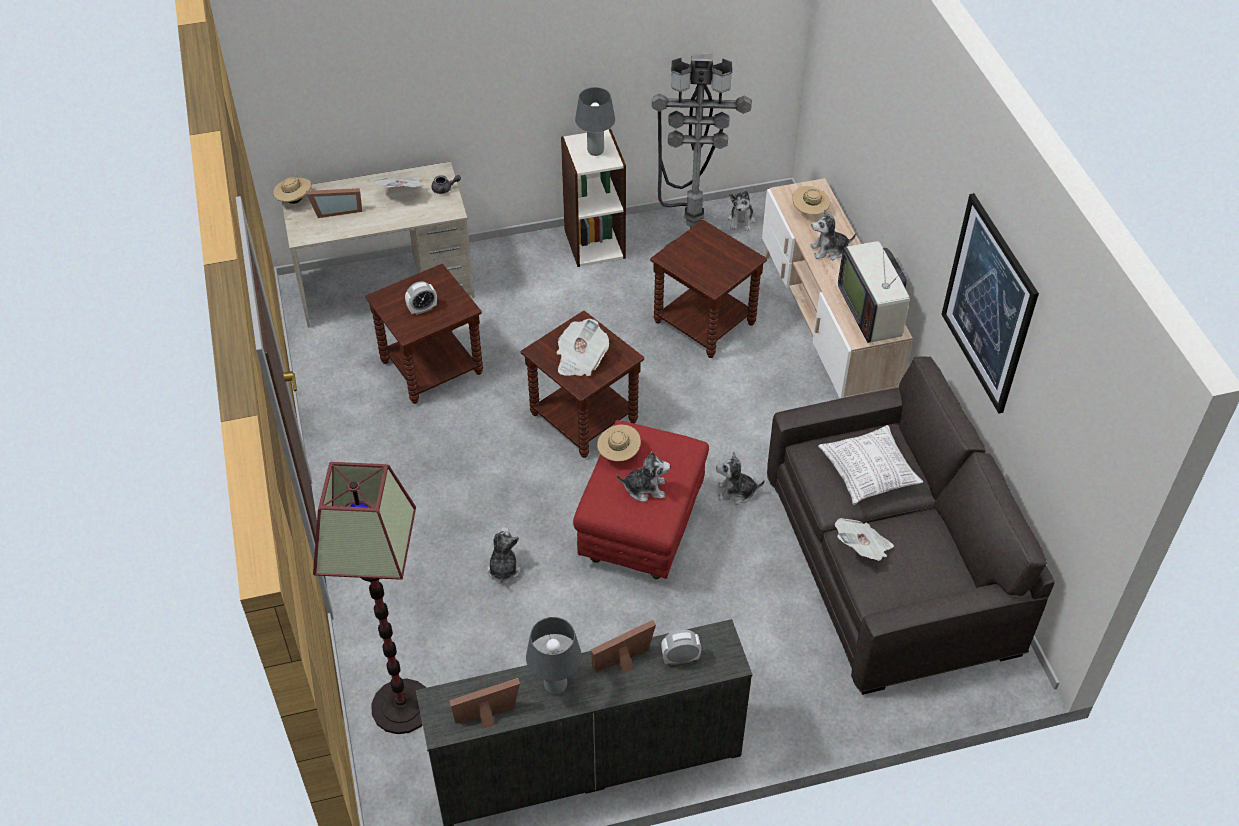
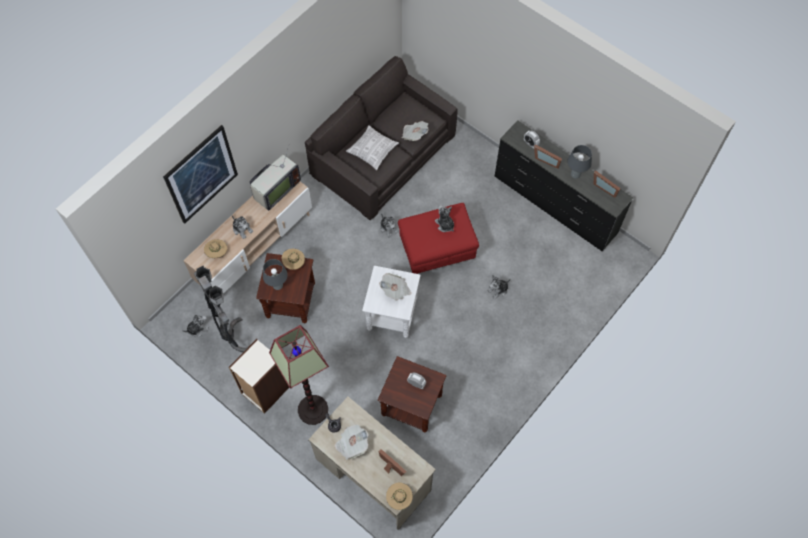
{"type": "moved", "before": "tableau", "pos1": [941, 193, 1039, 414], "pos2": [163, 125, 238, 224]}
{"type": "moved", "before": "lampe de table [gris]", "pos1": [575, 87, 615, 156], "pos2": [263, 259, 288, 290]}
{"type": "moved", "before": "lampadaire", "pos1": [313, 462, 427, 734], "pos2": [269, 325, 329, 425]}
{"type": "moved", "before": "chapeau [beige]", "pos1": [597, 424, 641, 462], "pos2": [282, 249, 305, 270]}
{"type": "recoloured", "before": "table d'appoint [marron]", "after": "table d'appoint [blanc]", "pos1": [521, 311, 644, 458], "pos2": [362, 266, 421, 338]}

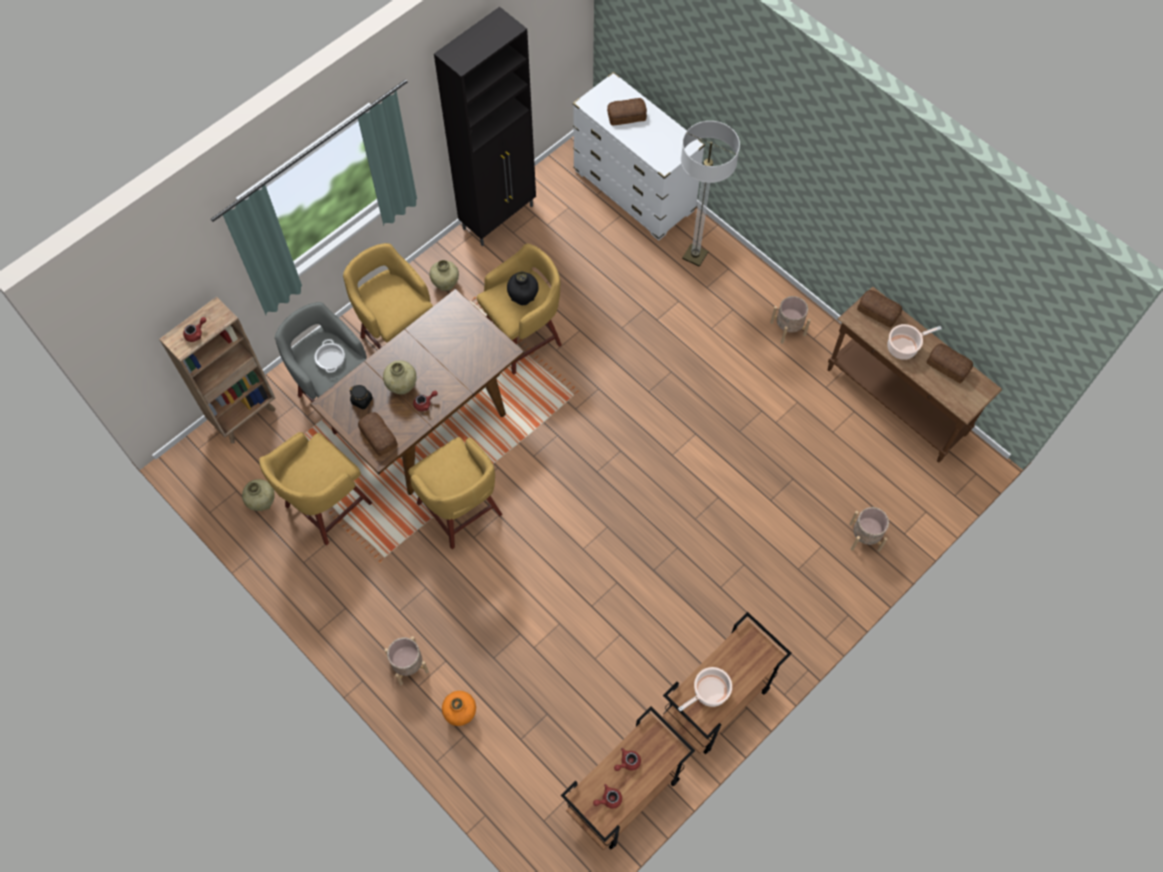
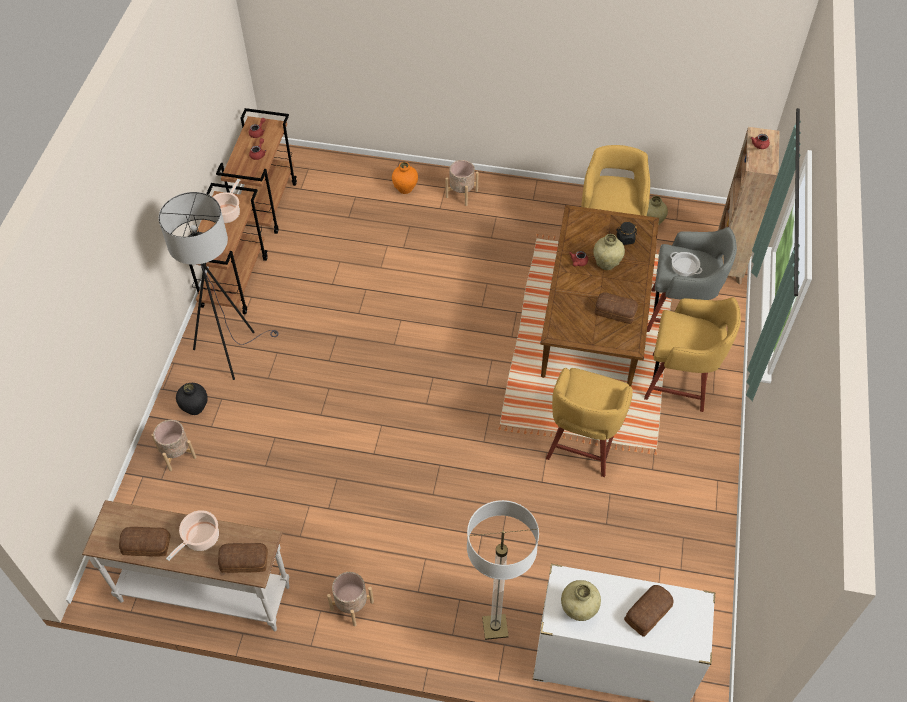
{"type": "recoloured", "before": "table console [marron]", "after": "table console [blanc]", "pos1": [828, 287, 1002, 462], "pos2": [82, 500, 289, 631]}
{"type": "added", "after": "lampadaire [gris]", "pos2": [159, 192, 279, 380]}
{"type": "moved", "before": "vase [noir]", "pos1": [507, 272, 538, 305], "pos2": [176, 383, 208, 415]}
{"type": "moved", "before": "vase [beige]", "pos1": [429, 260, 459, 291], "pos2": [561, 580, 601, 621]}
{"type": "moved", "before": "pain", "pos1": [358, 412, 398, 457], "pos2": [594, 292, 638, 324]}
{"type": "removed", "before": "tabouret [jaune]", "pos1": [408, 437, 502, 549]}
{"type": "removed", "before": "meuble de rangement [noir]", "pos1": [434, 7, 536, 246]}

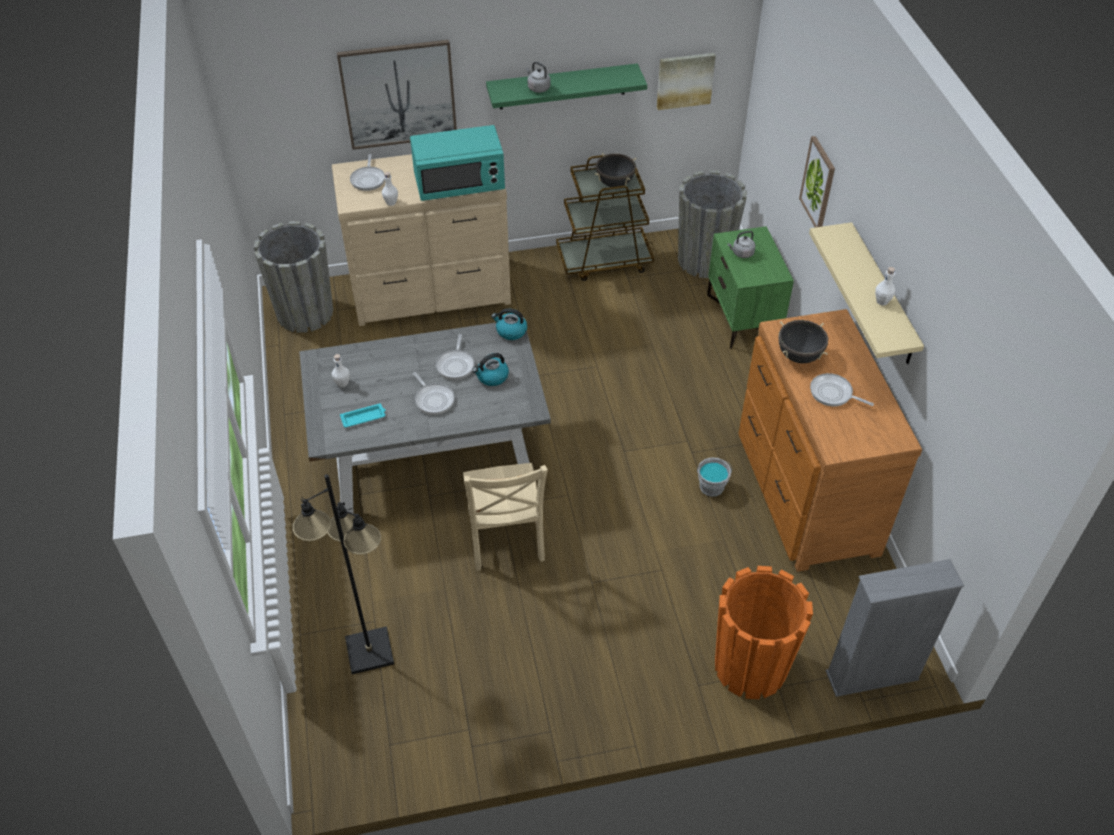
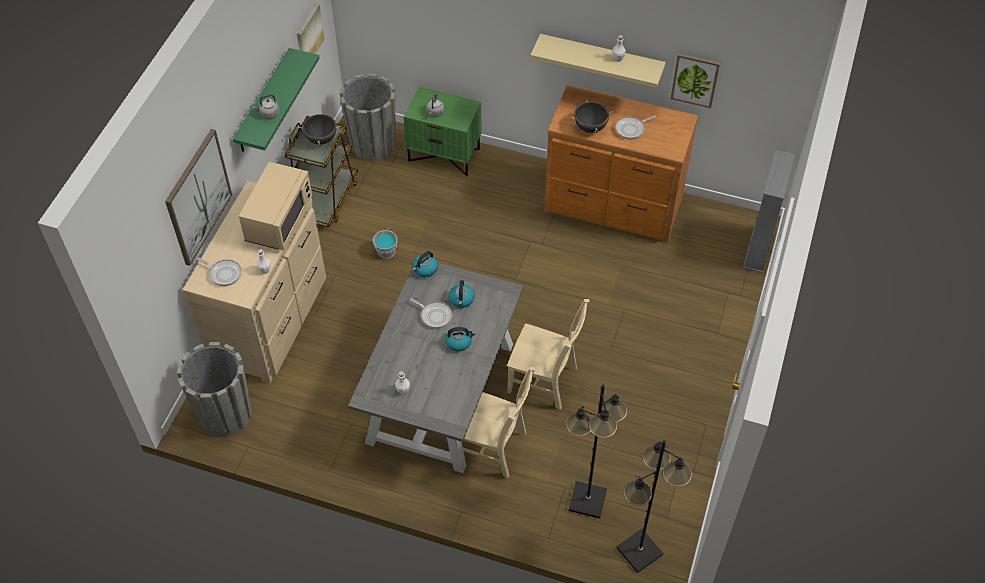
{"type": "recoloured", "before": "micro-ondes [turquoise]", "after": "micro-ondes [beige]", "pos1": [410, 125, 505, 201], "pos2": [239, 162, 312, 250]}
{"type": "moved", "before": "seau [gris]", "pos1": [697, 457, 732, 497], "pos2": [373, 227, 398, 259]}
{"type": "replaced", "before": "poêle", "after": "bouilloire", "pos1": [413, 372, 455, 415], "pos2": [445, 327, 476, 352]}
{"type": "added", "after": "chaise [beige]", "pos2": [463, 367, 535, 478]}
{"type": "added", "after": "lampadaire [noir]", "pos2": [616, 440, 692, 573]}
{"type": "moved", "before": "tableau", "pos1": [799, 136, 835, 227], "pos2": [671, 53, 720, 108]}
{"type": "removed", "before": "plateau [turquoise]", "pos1": [340, 404, 386, 427]}
{"type": "removed", "before": "cache-pot [orange]", "pos1": [715, 566, 813, 699]}

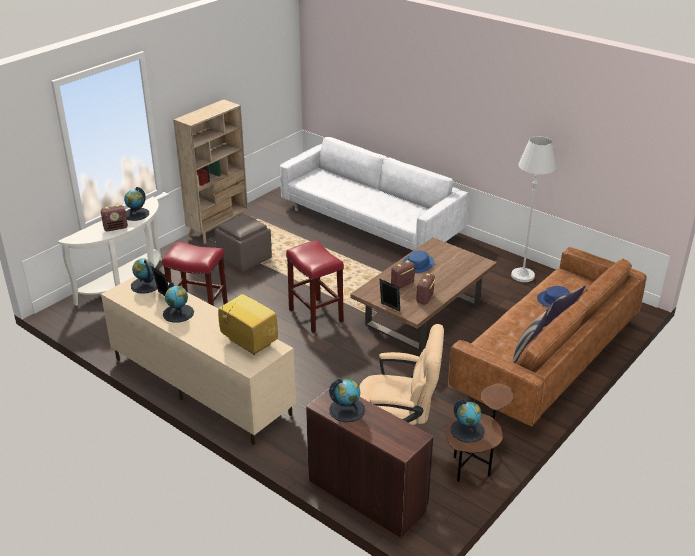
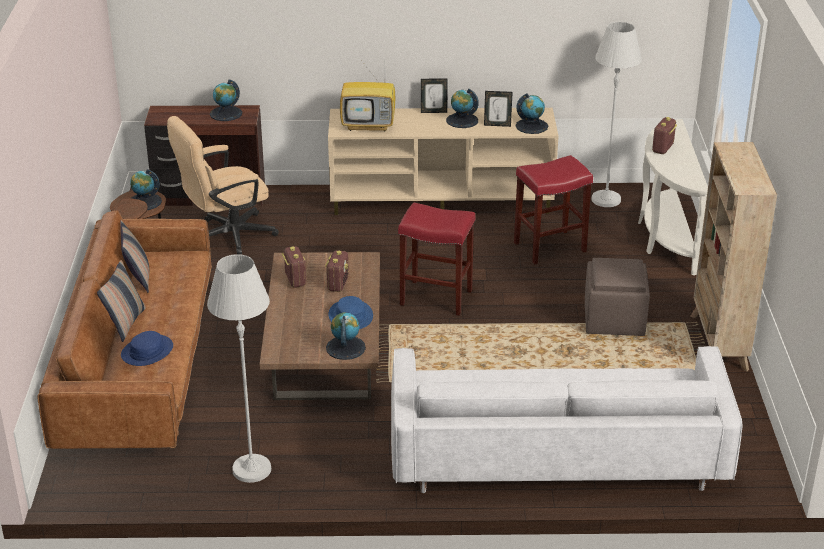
{"type": "moved", "before": "globe", "pos1": [124, 187, 149, 221], "pos2": [326, 312, 366, 360]}
{"type": "moved", "before": "cadre photo", "pos1": [380, 279, 400, 311], "pos2": [421, 78, 448, 113]}
{"type": "added", "after": "lampadaire [blanc]", "pos2": [591, 22, 642, 207]}

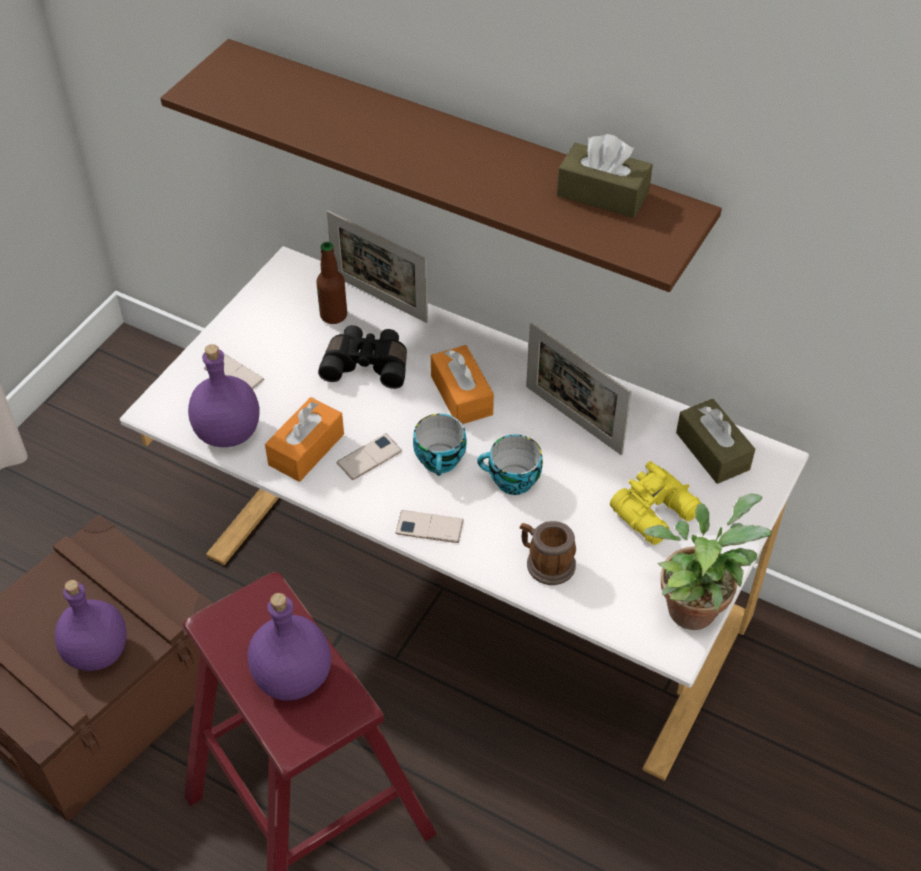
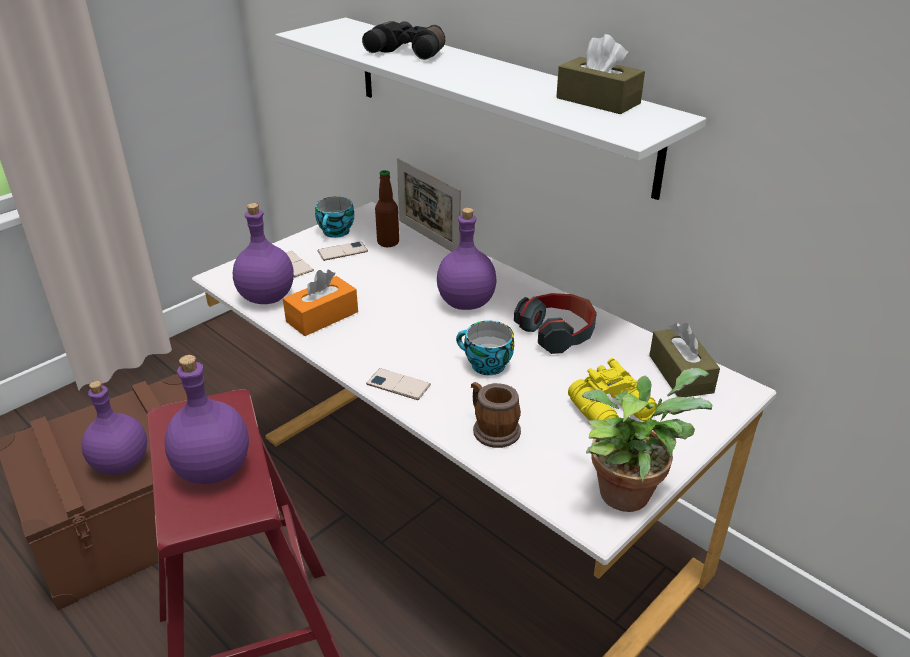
{"type": "recoloured", "before": "étagère [marron]", "after": "étagère [blanc]", "pos1": [160, 39, 722, 292], "pos2": [275, 17, 706, 200]}
{"type": "moved", "before": "tasse", "pos1": [413, 414, 467, 476], "pos2": [315, 197, 354, 238]}
{"type": "moved", "before": "téléphone", "pos1": [336, 434, 402, 480], "pos2": [317, 241, 368, 261]}
{"type": "moved", "before": "jumelles [noir]", "pos1": [318, 325, 407, 389], "pos2": [362, 21, 445, 60]}
{"type": "replaced", "before": "boîte à mouchoirs [orange]", "after": "bouteille [violet]", "pos1": [431, 345, 494, 424], "pos2": [437, 208, 497, 310]}
{"type": "replaced", "before": "cadre photo", "after": "casque audio", "pos1": [526, 322, 632, 455], "pos2": [514, 293, 597, 354]}

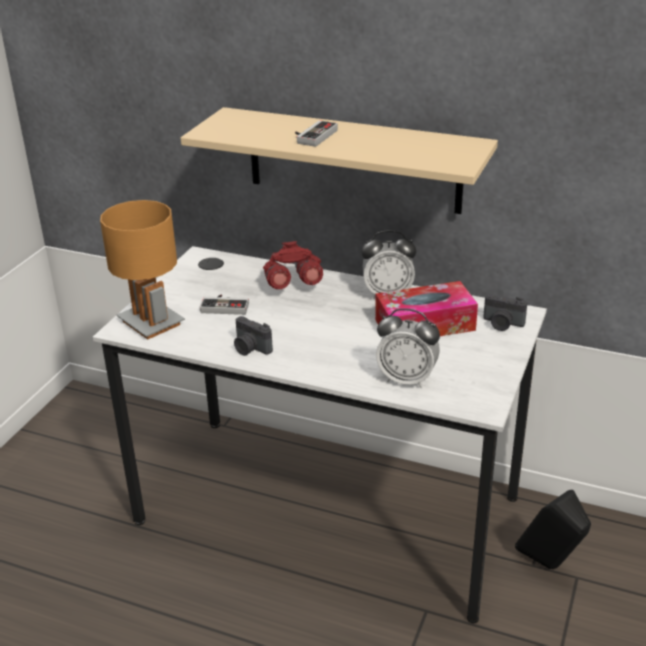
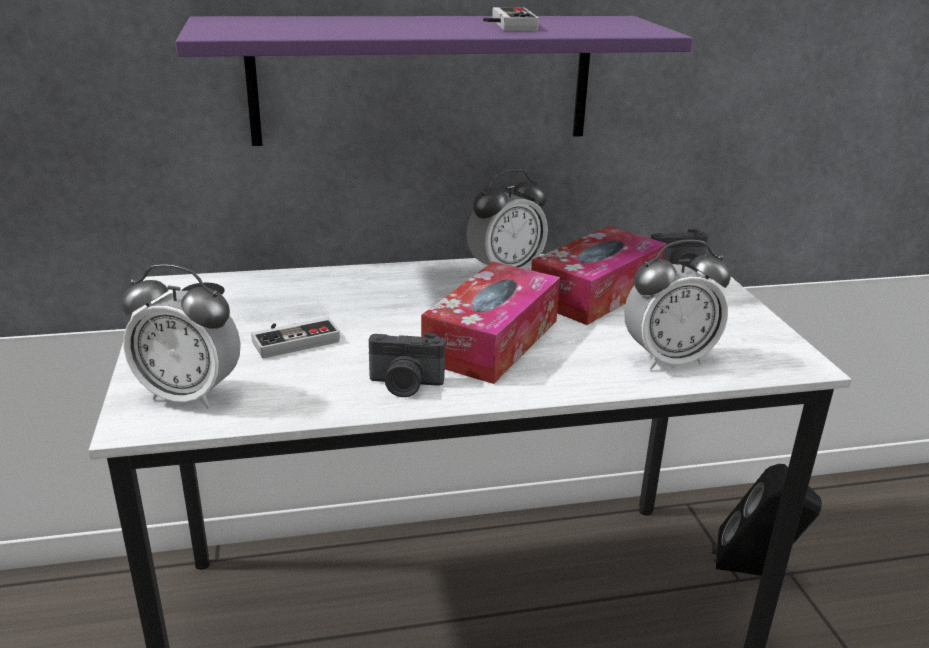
{"type": "replaced", "before": "lampe de table [marron]", "after": "réveil", "pos1": [100, 200, 185, 340], "pos2": [121, 264, 241, 409]}
{"type": "recoloured", "before": "étagère [beige]", "after": "étagère [violet]", "pos1": [181, 107, 498, 214], "pos2": [175, 16, 693, 146]}
{"type": "added", "after": "boîte à mouchoirs", "pos2": [421, 262, 560, 384]}
{"type": "moved", "before": "manette", "pos1": [295, 120, 338, 147], "pos2": [483, 7, 539, 31]}
{"type": "removed", "before": "jumelles [rouge]", "pos1": [263, 241, 323, 289]}

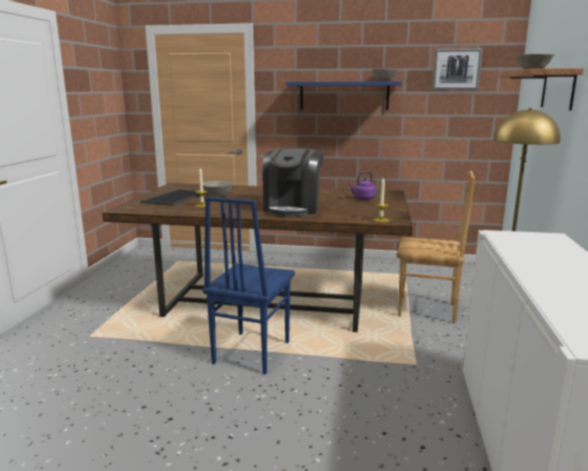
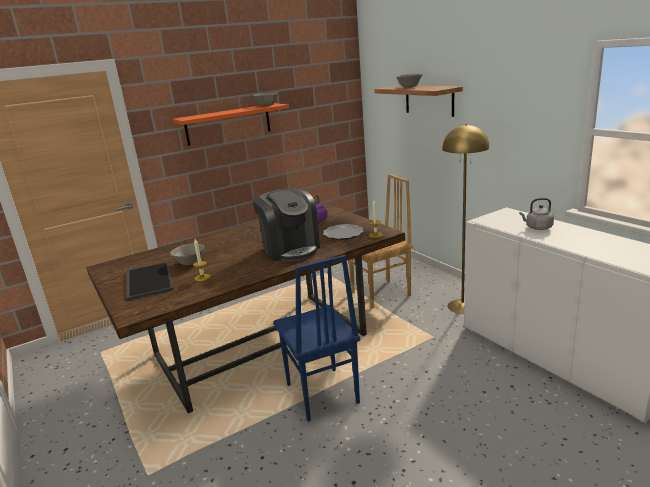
{"type": "recoloured", "before": "étagère [bleu]", "after": "étagère [orange]", "pos1": [286, 82, 401, 110], "pos2": [172, 103, 289, 146]}
{"type": "added", "after": "assiette", "pos2": [323, 224, 364, 240]}
{"type": "added", "after": "bouilloire [gris]", "pos2": [519, 198, 554, 230]}
{"type": "removed", "before": "tableau", "pos1": [432, 48, 483, 90]}

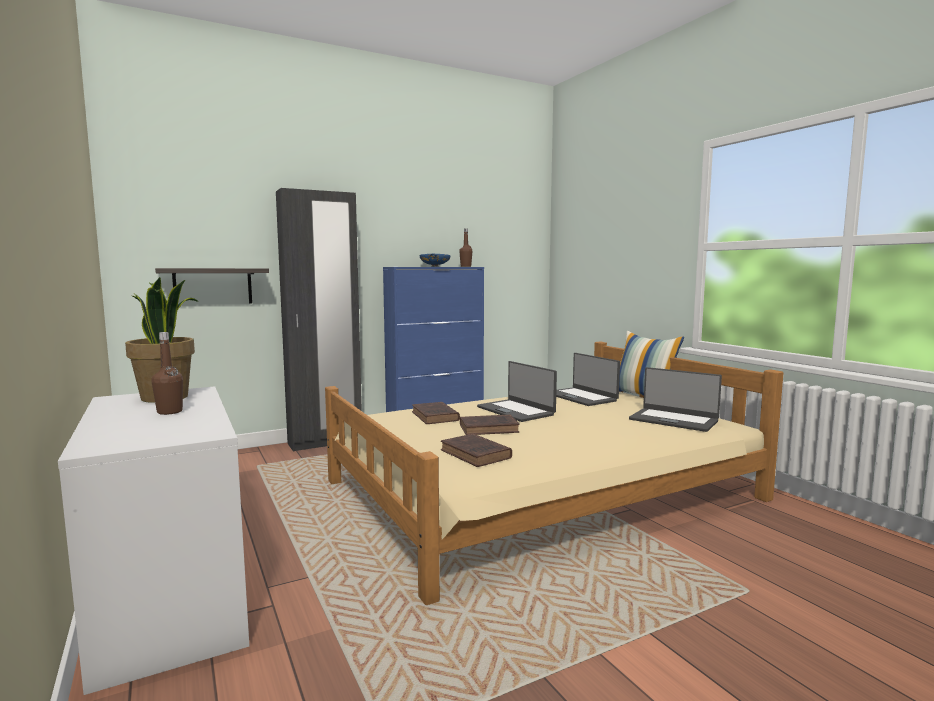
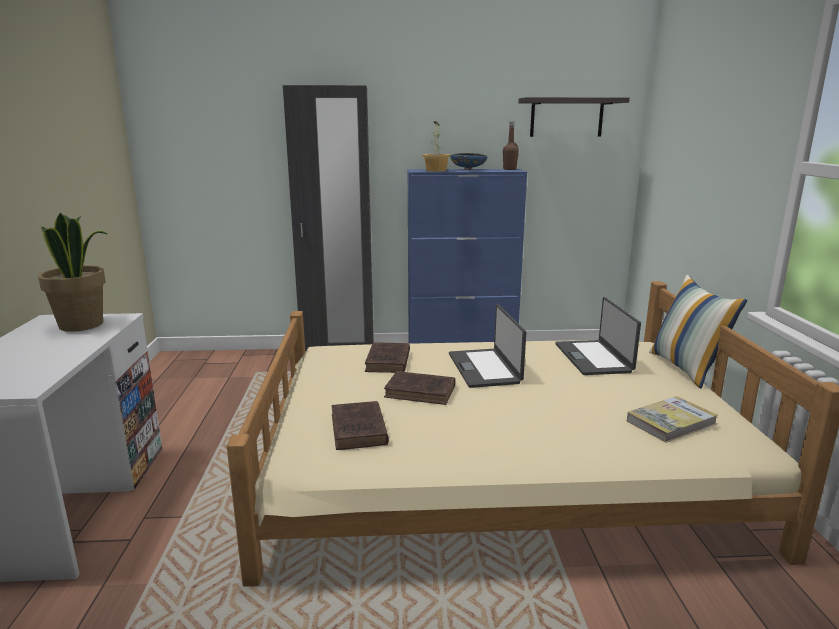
{"type": "added", "after": "plante en pot", "pos2": [422, 121, 450, 172]}
{"type": "moved", "before": "étagère", "pos1": [155, 268, 269, 304], "pos2": [518, 97, 630, 137]}
{"type": "replaced", "before": "ordinateur portable", "after": "livre", "pos1": [629, 367, 722, 432], "pos2": [627, 396, 718, 443]}
{"type": "removed", "before": "bouteille [marron]", "pos1": [151, 332, 183, 415]}

